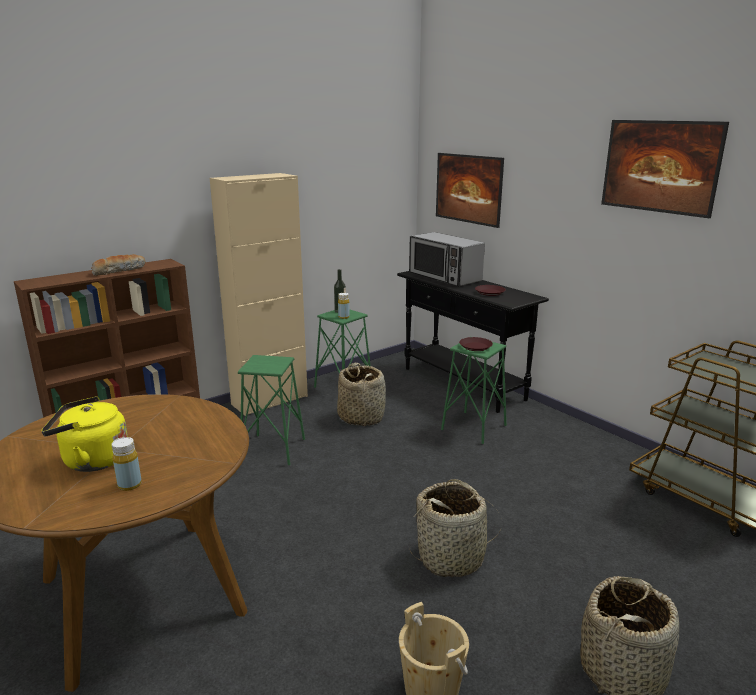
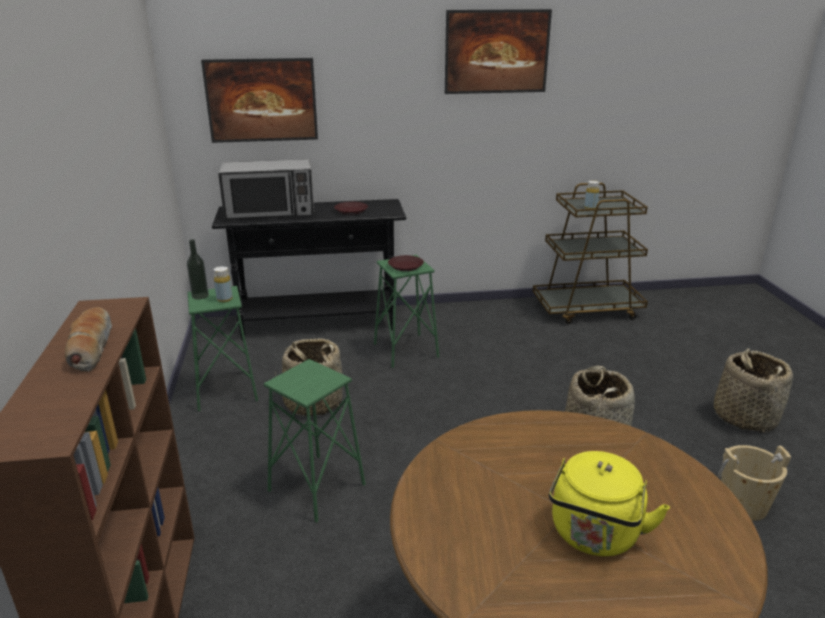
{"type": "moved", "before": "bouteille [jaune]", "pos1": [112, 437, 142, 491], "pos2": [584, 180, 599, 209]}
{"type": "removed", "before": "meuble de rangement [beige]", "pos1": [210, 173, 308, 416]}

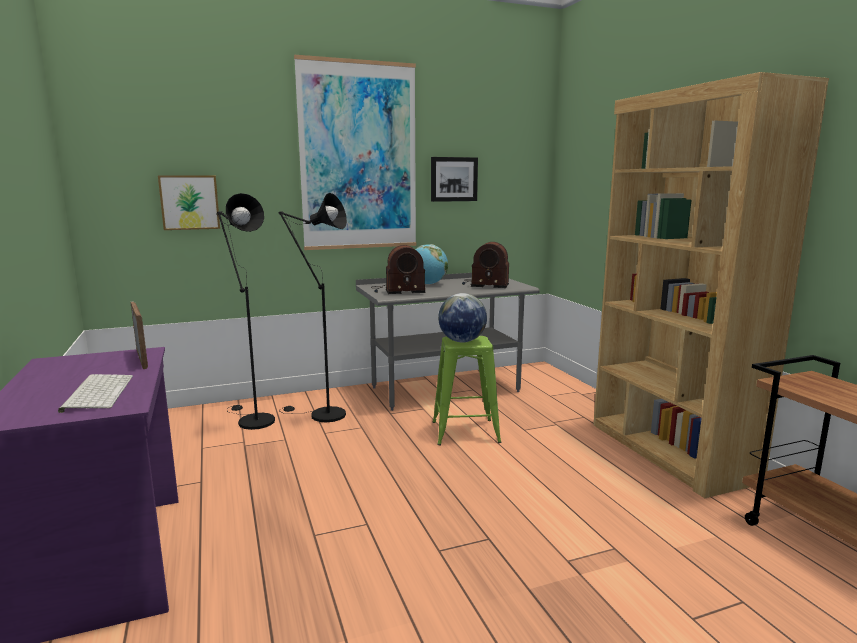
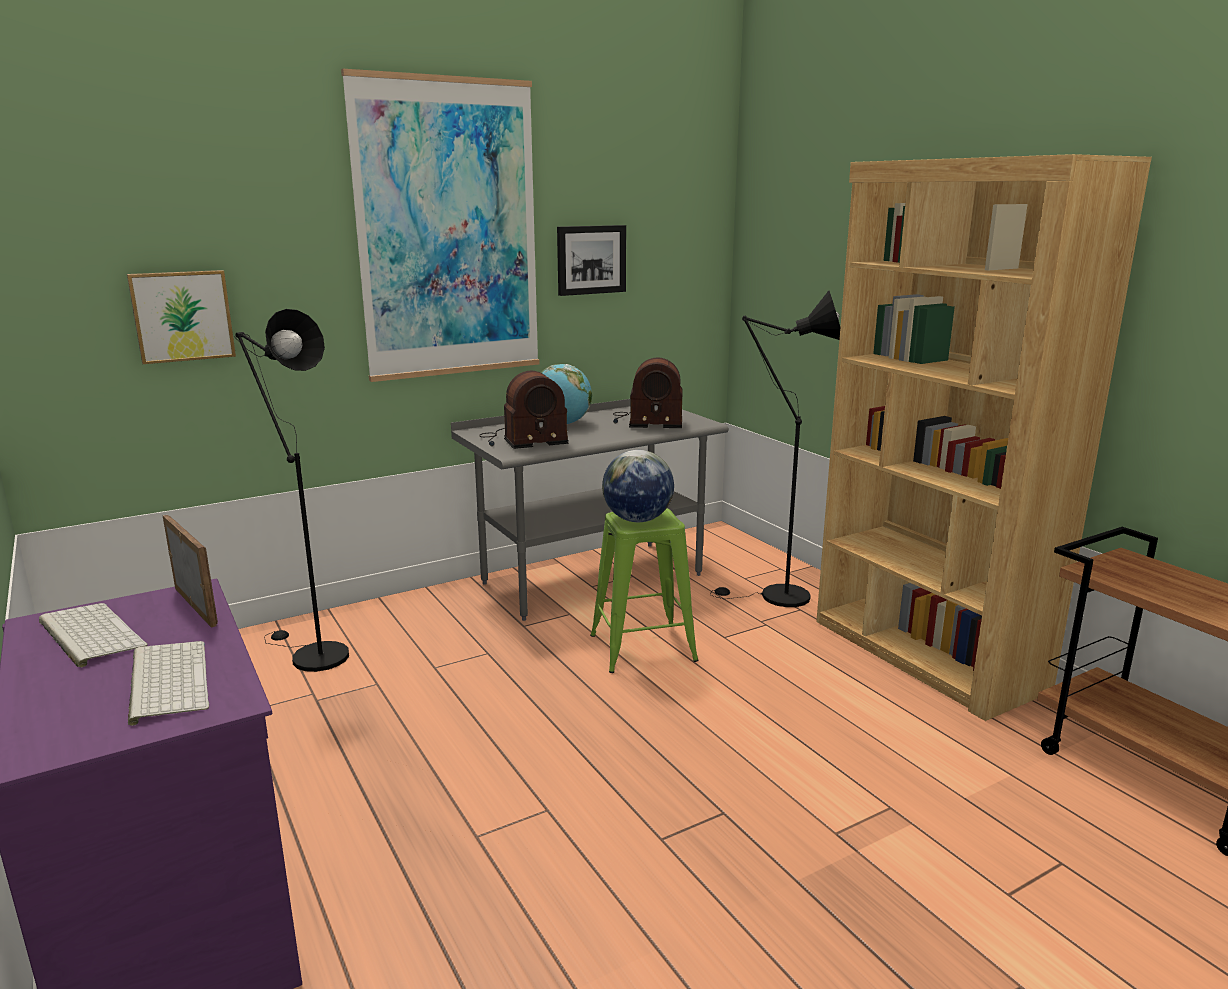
{"type": "added", "after": "clavier", "pos2": [39, 603, 148, 668]}
{"type": "moved", "before": "lampadaire [noir]", "pos1": [279, 193, 347, 422], "pos2": [710, 291, 840, 607]}

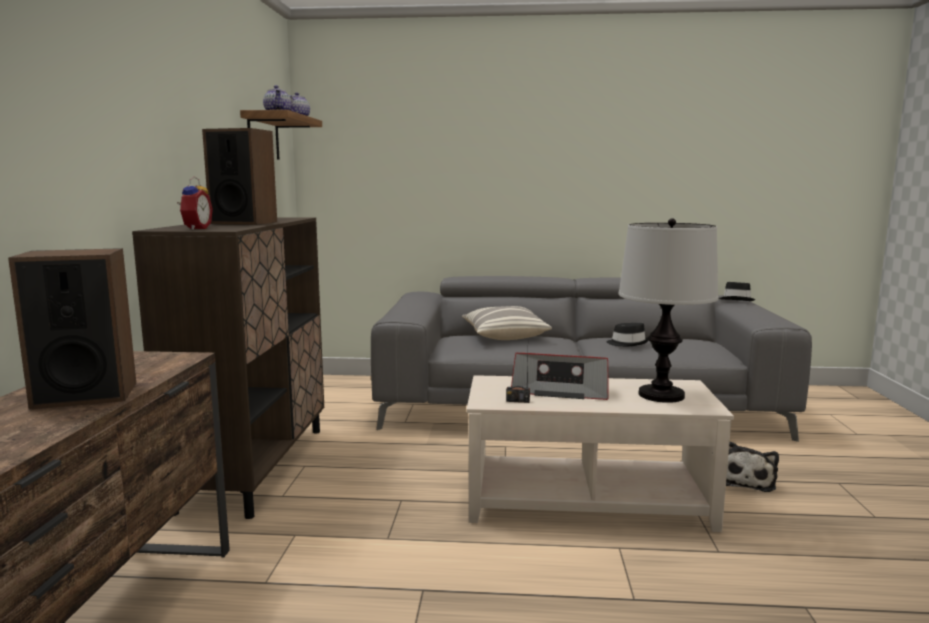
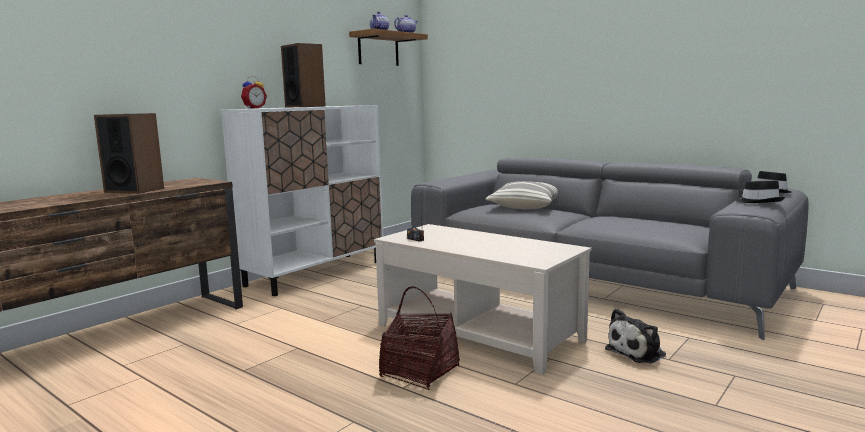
{"type": "recoloured", "before": "meuble de rangement [marron]", "after": "meuble de rangement [blanc]", "pos1": [132, 217, 324, 519], "pos2": [221, 105, 383, 296]}
{"type": "added", "after": "panier", "pos2": [379, 286, 460, 390]}
{"type": "moved", "before": "chapeau [noir]", "pos1": [607, 323, 649, 346], "pos2": [736, 180, 785, 203]}
{"type": "removed", "before": "radio", "pos1": [511, 353, 608, 400]}
{"type": "removed", "before": "lampe de table", "pos1": [619, 218, 718, 403]}

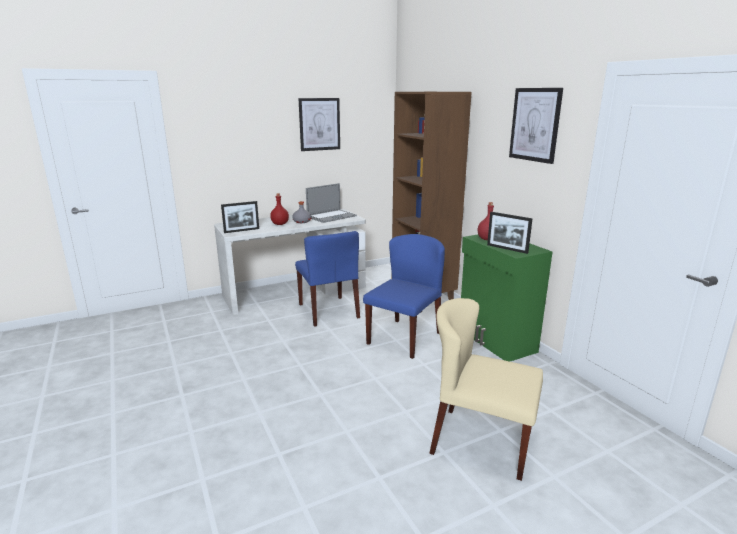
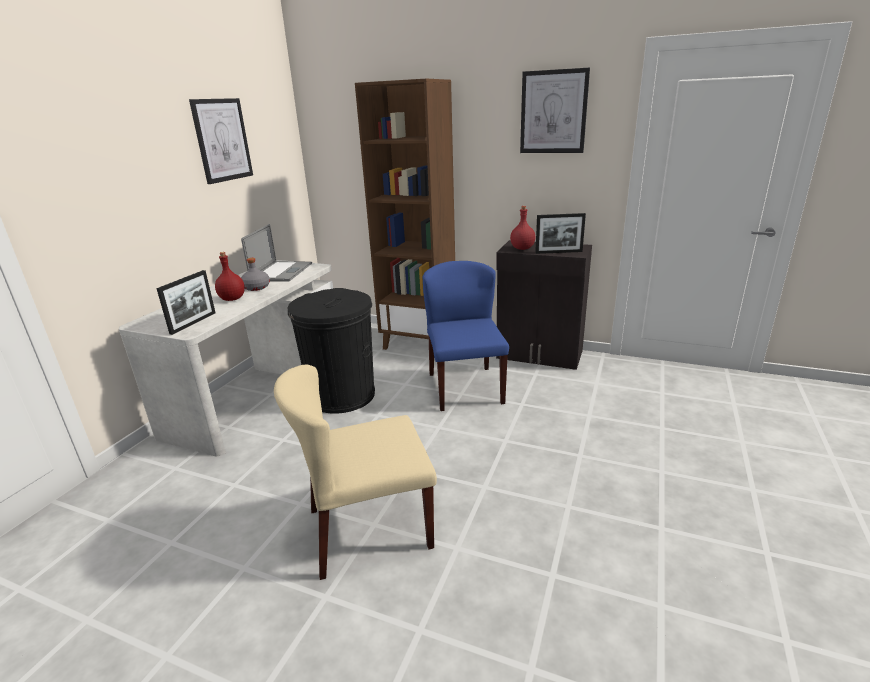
{"type": "moved", "before": "chaise [beige]", "pos1": [429, 298, 543, 481], "pos2": [274, 364, 437, 580]}
{"type": "replaced", "before": "chaise [bleu]", "after": "poubelle [noir]", "pos1": [295, 231, 360, 327], "pos2": [288, 288, 375, 414]}
{"type": "recoloured", "before": "meuble de rangement [vert]", "after": "meuble de rangement [noir]", "pos1": [461, 235, 552, 362], "pos2": [496, 240, 592, 370]}

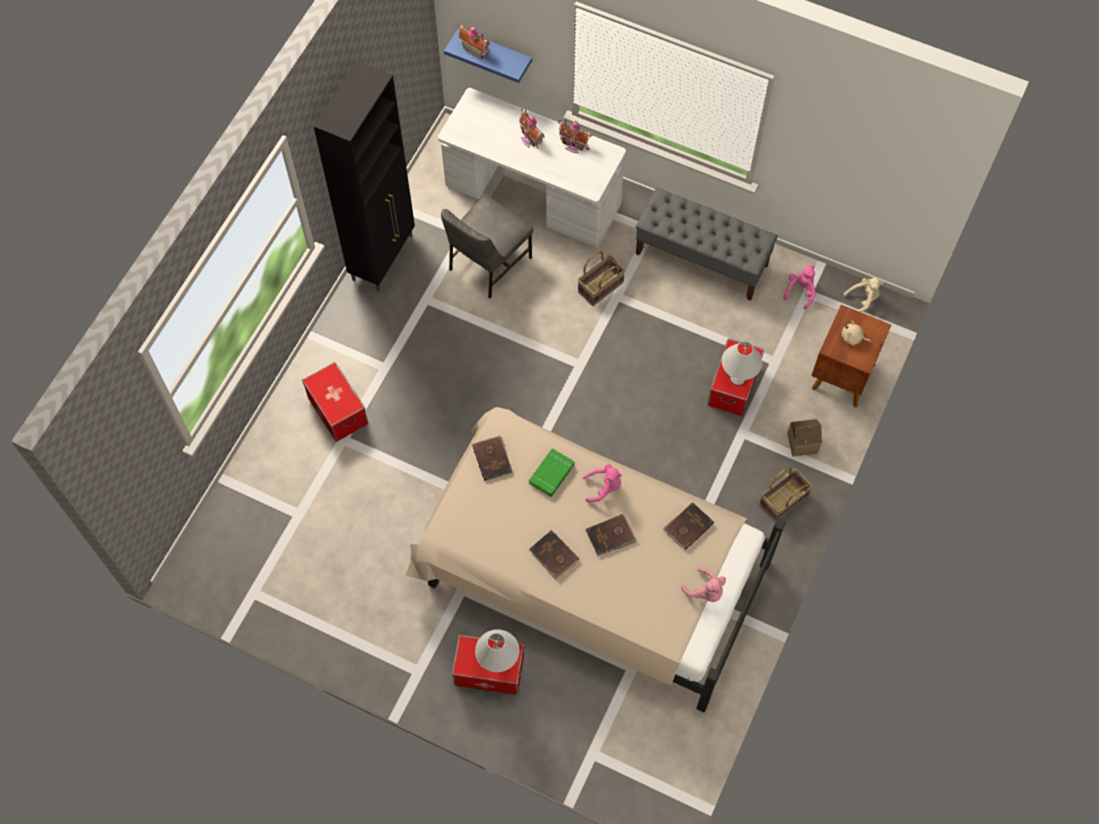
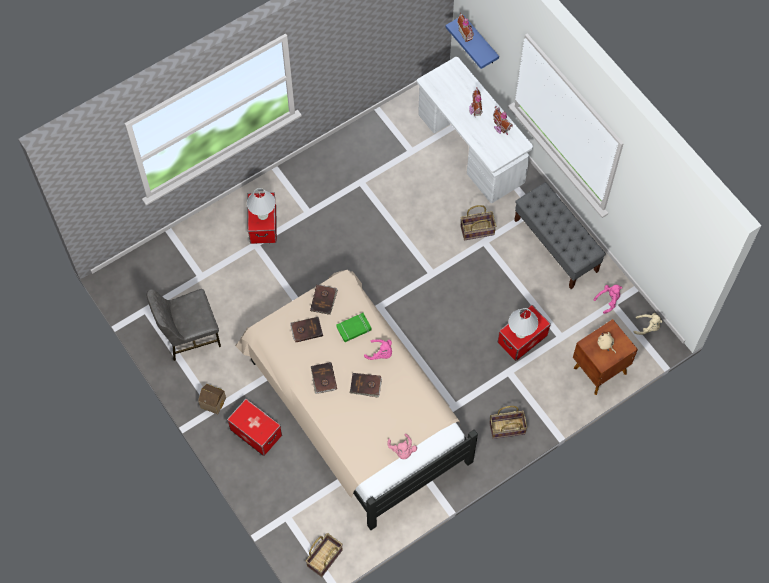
{"type": "moved", "before": "chaise [gris]", "pos1": [441, 195, 534, 298], "pos2": [147, 289, 221, 361]}
{"type": "moved", "before": "maison miniature", "pos1": [787, 419, 822, 457], "pos2": [198, 384, 226, 415]}
{"type": "moved", "before": "lampe de table [blanc]", "pos1": [475, 629, 519, 672], "pos2": [247, 188, 275, 220]}
{"type": "moved", "before": "livre [marron]", "pos1": [663, 502, 714, 550], "pos2": [290, 317, 323, 342]}
{"type": "added", "after": "panier", "pos2": [306, 533, 343, 577]}
{"type": "removed", "before": "meuble de rangement [noir]", "pos1": [313, 61, 415, 292]}

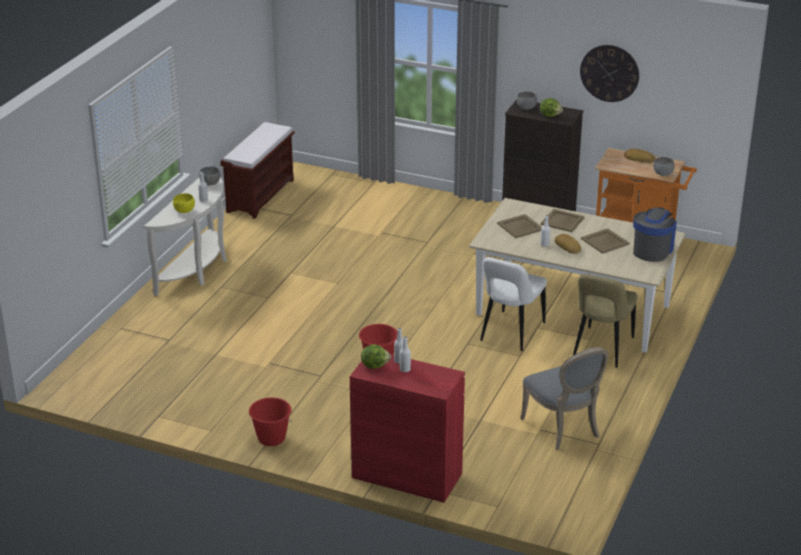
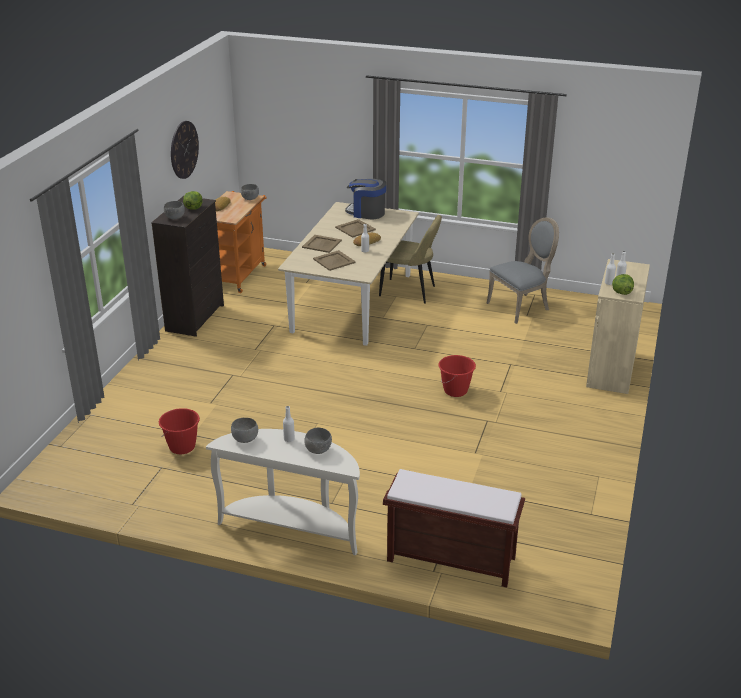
{"type": "moved", "before": "seau [rouge]", "pos1": [249, 397, 292, 446], "pos2": [159, 408, 200, 454]}
{"type": "recoloured", "before": "bol [jaune]", "after": "bol [gris]", "pos1": [173, 193, 195, 213], "pos2": [304, 428, 332, 454]}
{"type": "moved", "before": "banc [marron]", "pos1": [220, 122, 295, 219], "pos2": [383, 469, 525, 587]}
{"type": "recoloured", "before": "meuble de rangement [rouge]", "after": "meuble de rangement [beige]", "pos1": [350, 354, 465, 503], "pos2": [586, 259, 650, 394]}
{"type": "removed", "before": "chaise [blanc]", "pos1": [480, 257, 547, 351]}

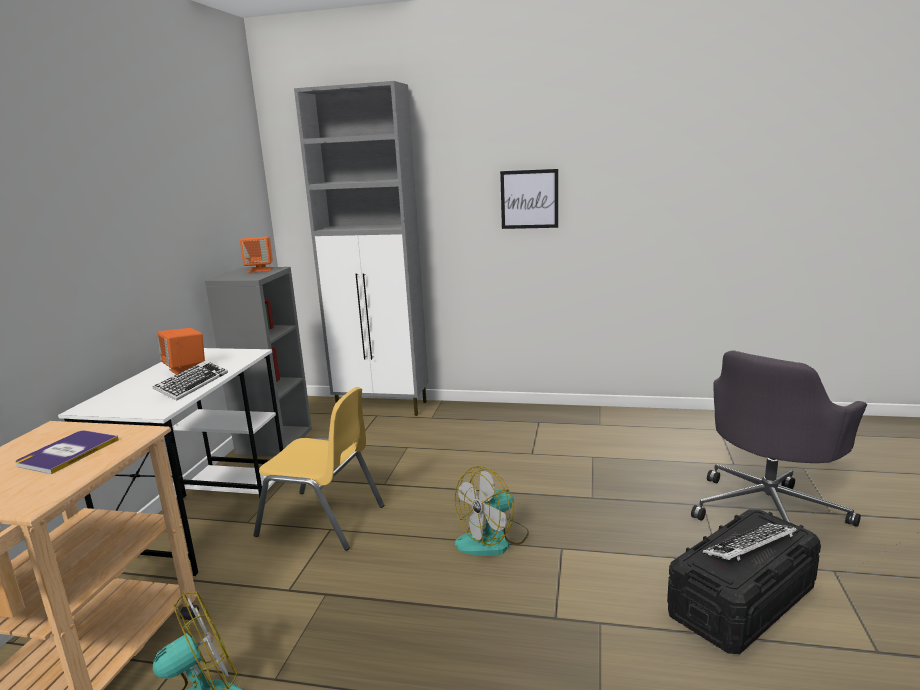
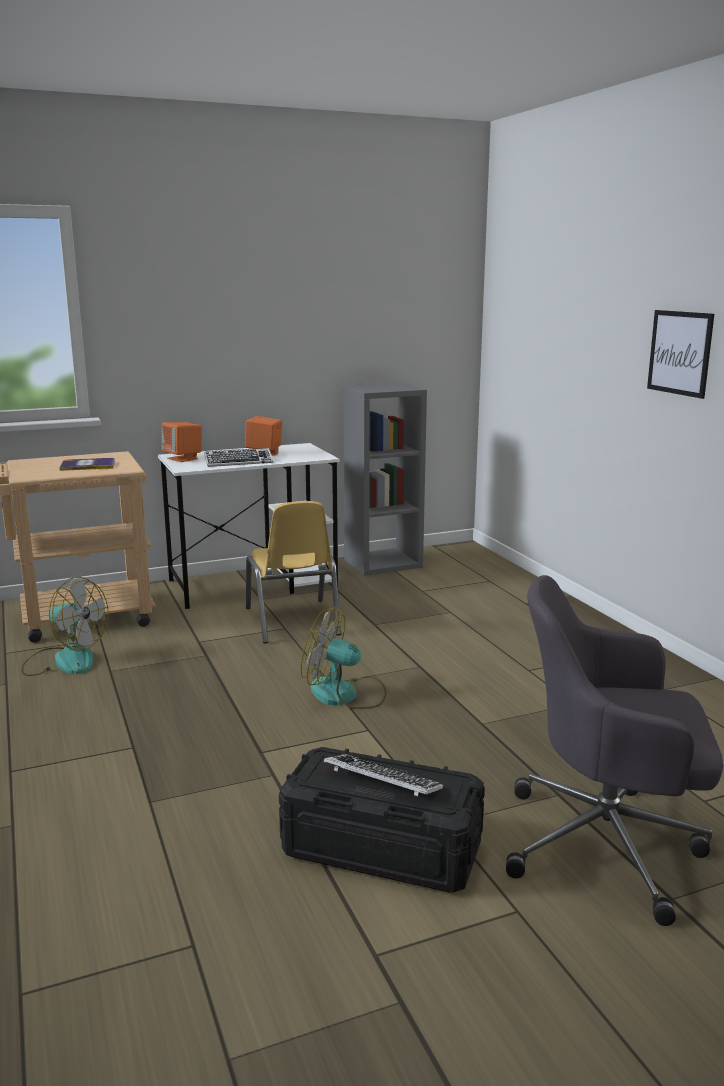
{"type": "moved", "before": "enceinte [orange]", "pos1": [240, 236, 273, 273], "pos2": [162, 422, 202, 462]}
{"type": "removed", "before": "meuble de rangement [gris]", "pos1": [294, 81, 428, 416]}

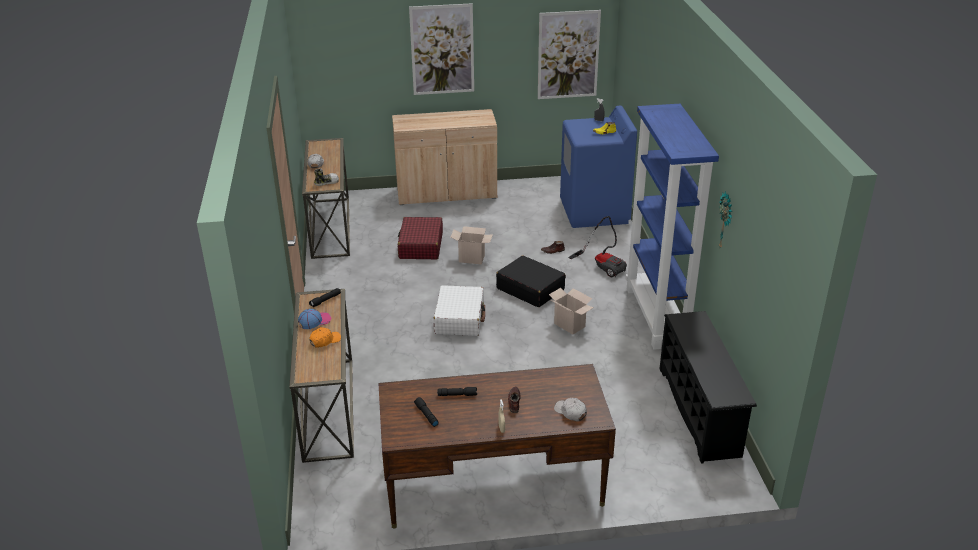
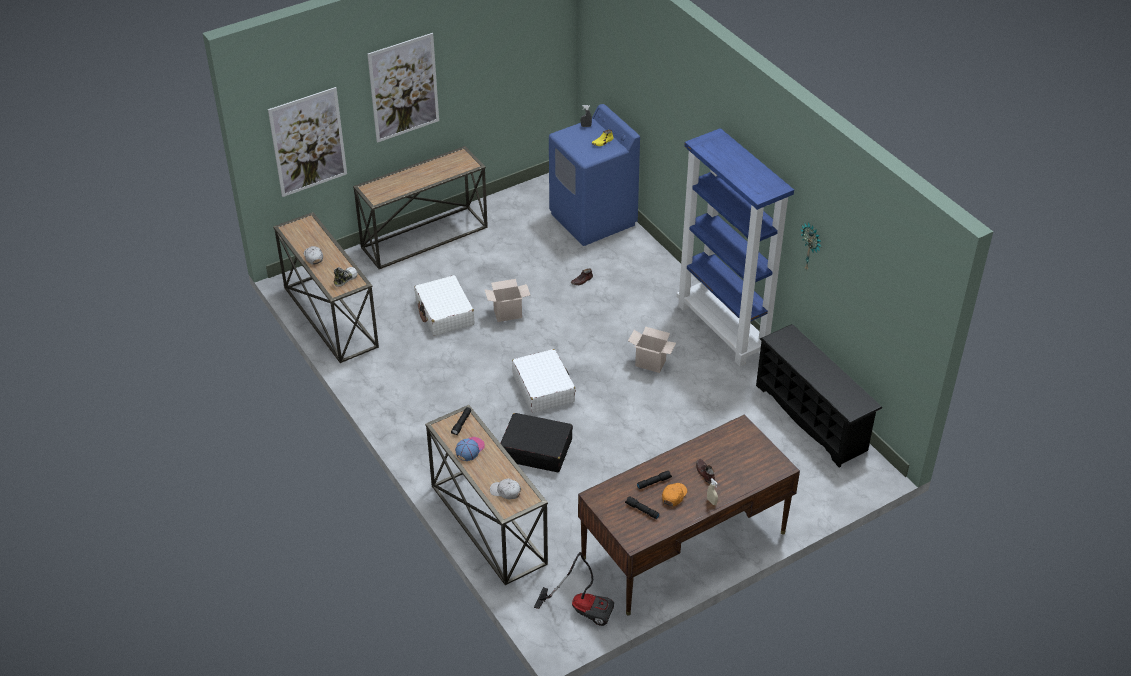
{"type": "moved", "before": "tableau", "pos1": [538, 10, 601, 99], "pos2": [268, 87, 347, 197]}
{"type": "replaced", "before": "meuble de rangement [beige]", "after": "table console", "pos1": [392, 109, 497, 205], "pos2": [353, 146, 488, 269]}
{"type": "recoloured", "before": "valise [rouge]", "after": "valise [blanc]", "pos1": [397, 217, 443, 259], "pos2": [414, 275, 475, 336]}
{"type": "moved", "before": "casquette [blanc]", "pos1": [554, 398, 587, 421], "pos2": [490, 478, 521, 499]}
{"type": "moved", "before": "valise [noir]", "pos1": [496, 256, 566, 307], "pos2": [500, 413, 573, 472]}
{"type": "moved", "before": "aspirateur", "pos1": [568, 216, 627, 277], "pos2": [534, 552, 614, 626]}
{"type": "moved", "before": "casquette [orange]", "pos1": [309, 327, 341, 348], "pos2": [662, 483, 687, 506]}

